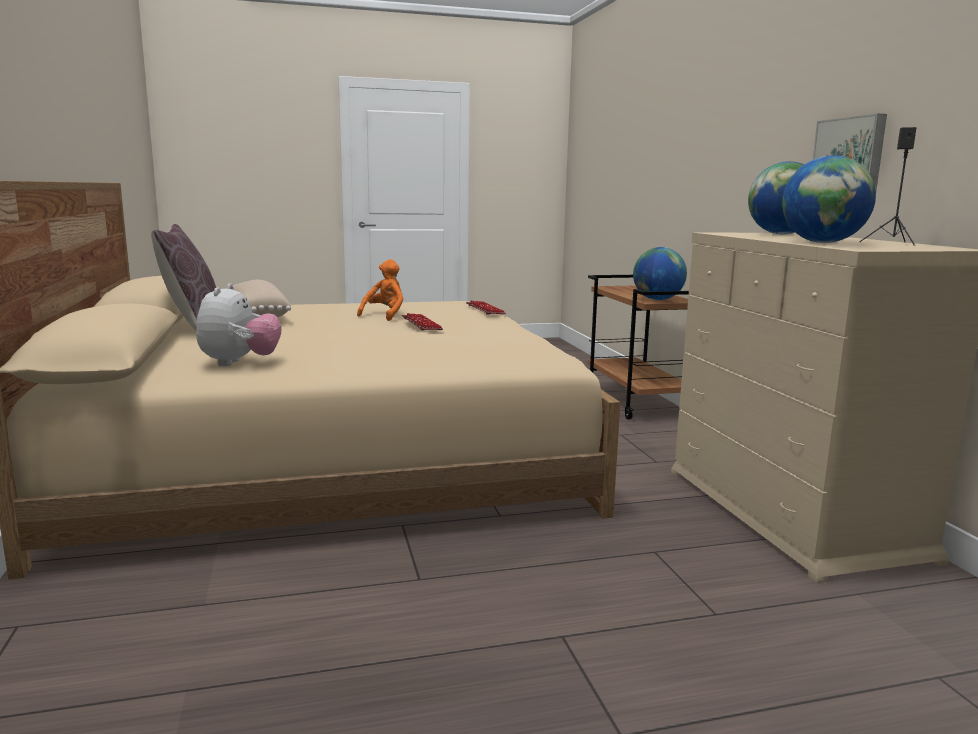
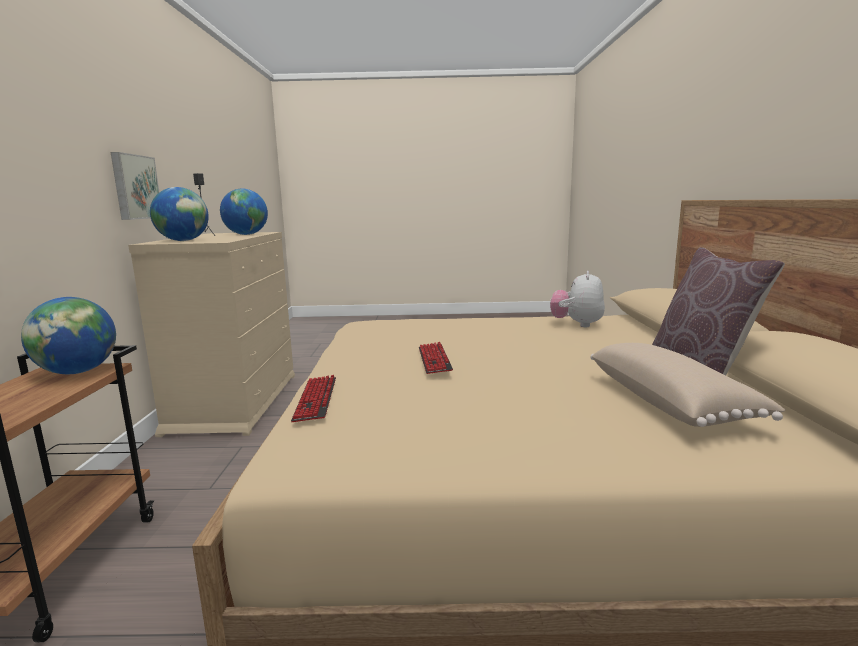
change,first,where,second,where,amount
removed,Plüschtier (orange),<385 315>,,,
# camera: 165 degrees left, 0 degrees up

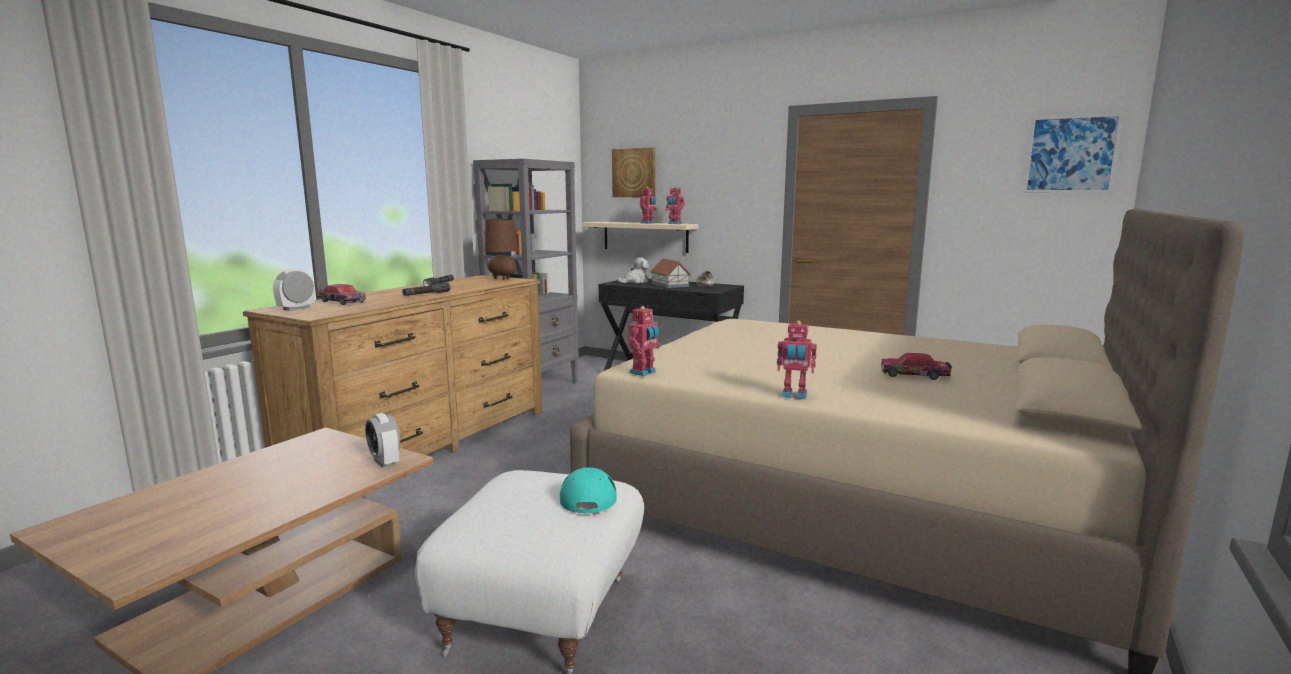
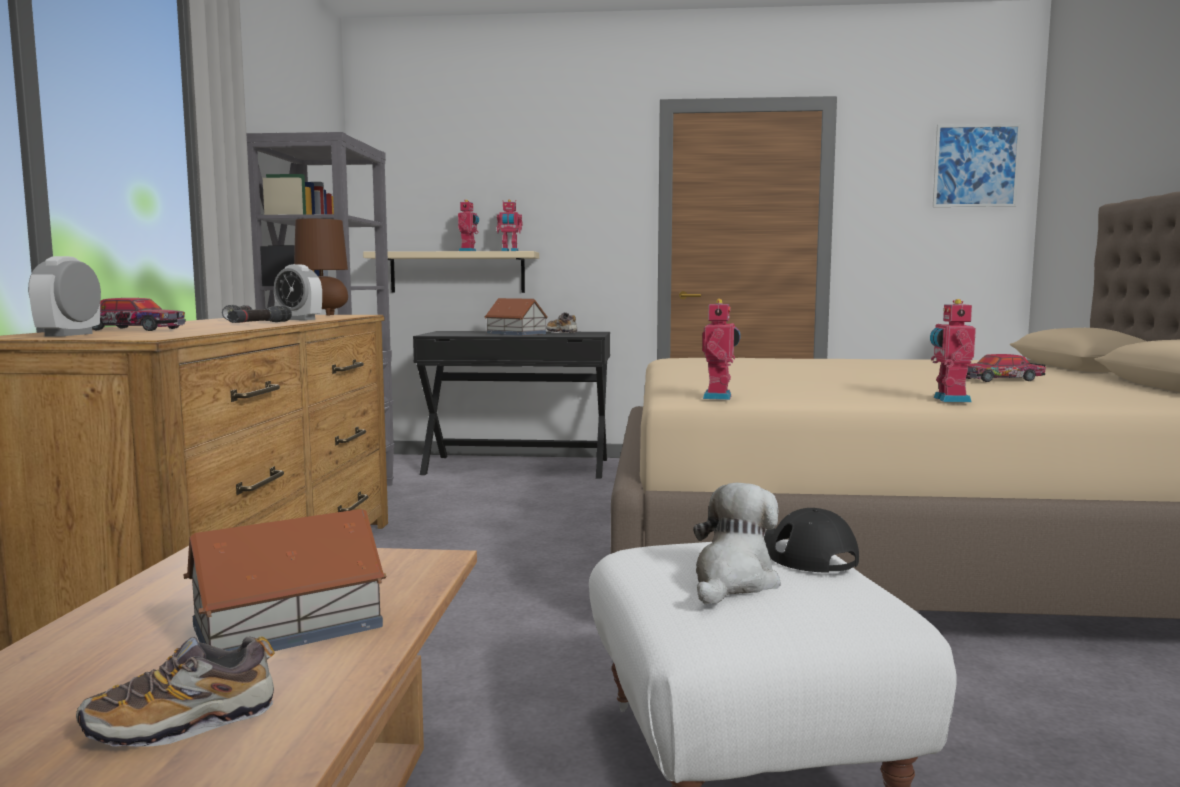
change,first,where,second,where,amount
added,,,Schuh,<183 723>,
added,,,Spielzeughaus,<290 626>,
moved,Wecker,<385 462>,,<299 319>,
moved,Plüschtier,<635 282>,,<733 582>,
recoloured,Kappe (türkis),<588 495>,Kappe (schwarz),<801 553>,
turned,Spielzeugroboter,<794 396>,,<949 399>,105 degrees clockwise
removed,Bild,<634 173>,,,
# camera: 25 degrees left, 5 degrees down

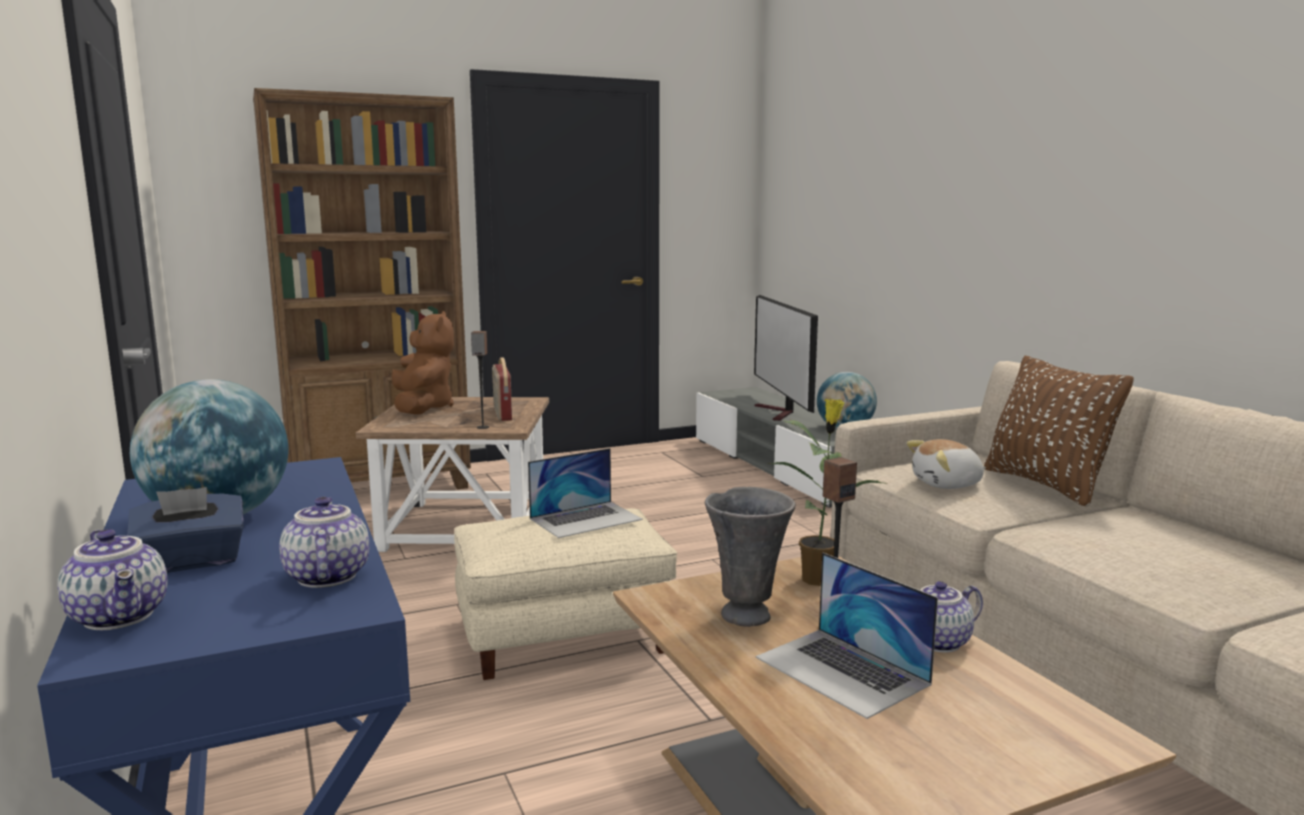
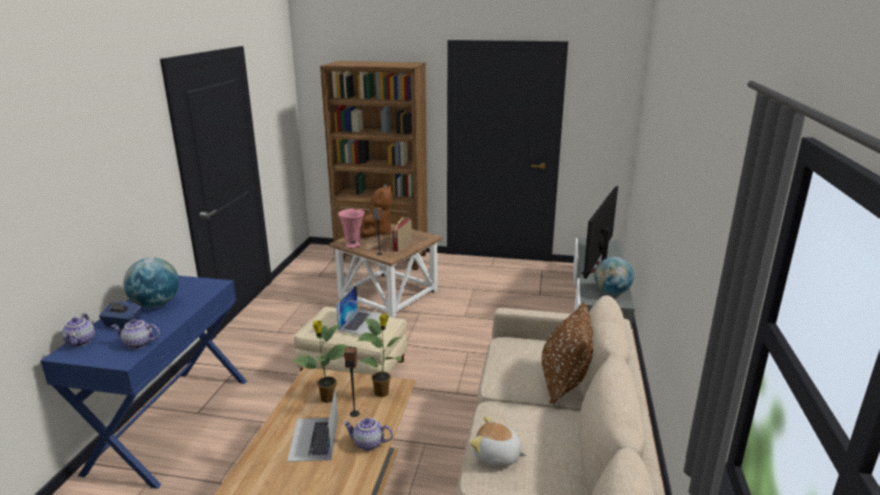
change,first,where,second,where,amount
turned,Teekanne,<325 576>,,<138 344>,105 degrees counterclockwise
replaced,Vase (grau),<747 615>,Topfpflanze,<327 399>,
turned,Laptop,<586 519>,,<361 322>,75 degrees counterclockwise
added,,,Vase (rosa),<353 245>,
moved,Plüschtier,<947 484>,,<497 456>,
# camera: 35 degrees right, 10 degrees up

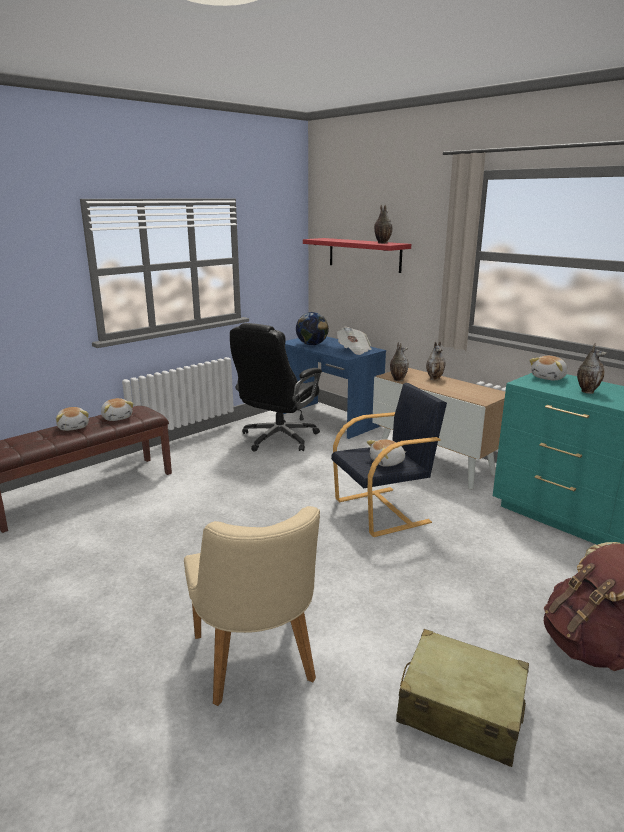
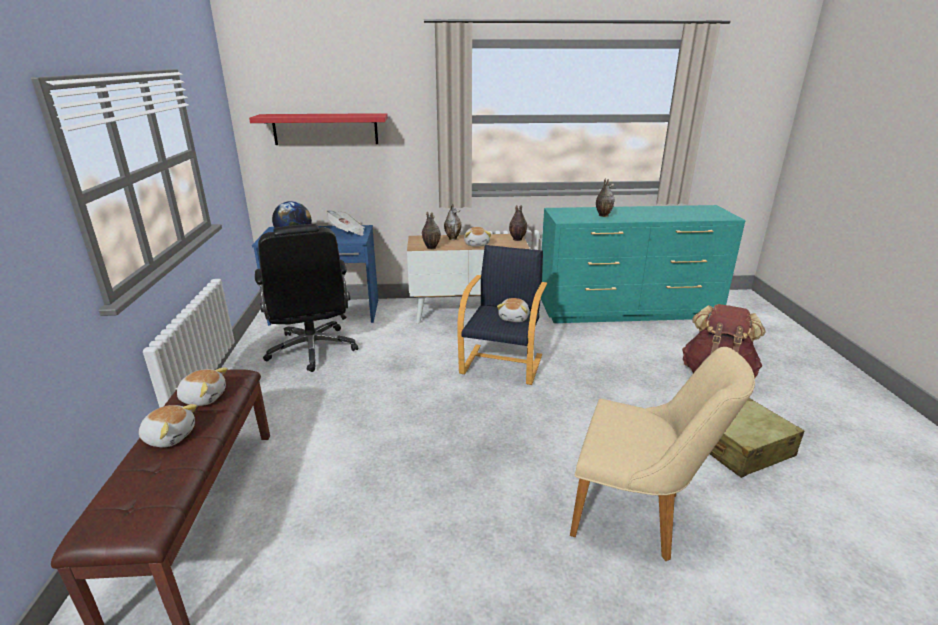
change,first,where,second,where,amount
moved,Plüschtier,<549 378>,,<477 244>,
moved,Vase,<381 243>,,<517 239>,
# camera: 50 degrees left, 5 degrees up

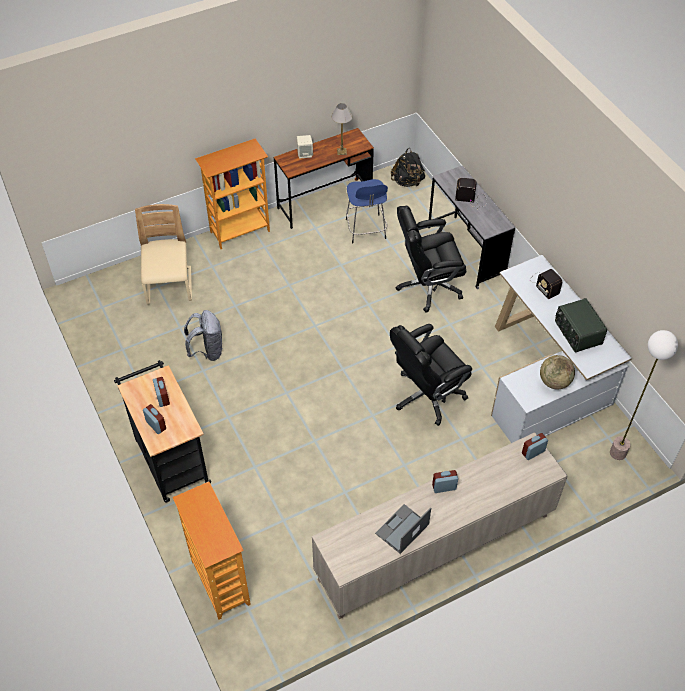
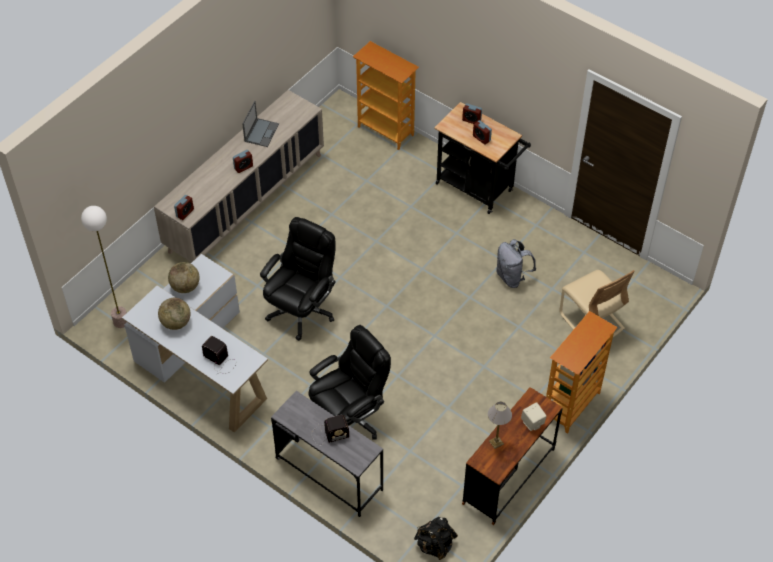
change,first,where,second,where,amount
replaced,Radio,<577 333>,Globus,<176 323>,
removed,Hocker (blau),<366 230>,,,
# camera: 155 degrees right, 0 degrees up

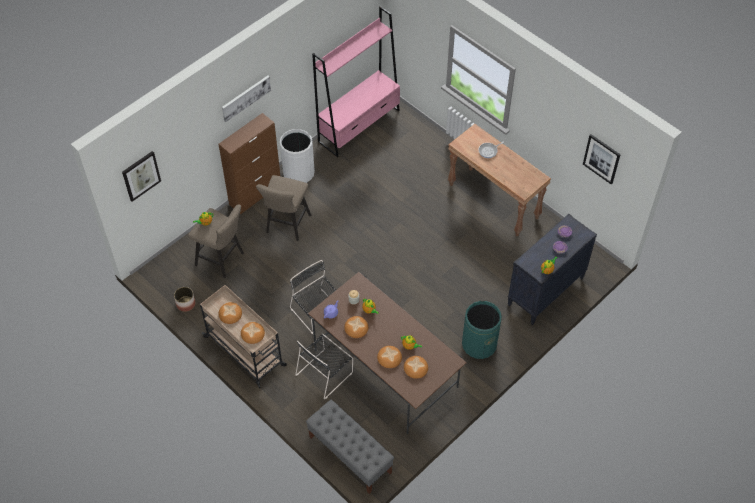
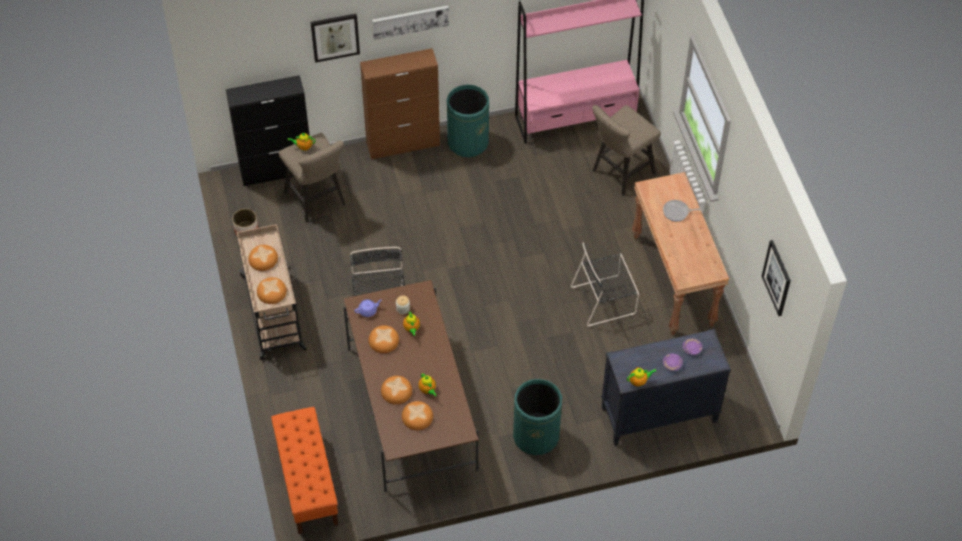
change,first,where,second,where,amount
added,,,Schrank (schwarz),<277 170>,
recoloured,Bank (grau),<350 455>,Bank (orange),<307 481>,
moved,Bild,<141 175>,,<335 37>,
recoloured,Mülleimer (weiß),<298 173>,Mülleimer (grün),<468 142>,
moved,Stuhl (schwarz),<325 372>,,<605 300>,
moved,Hocker (beige),<286 226>,,<620 174>,
# camera: 30 degrees right, 0 degrees up

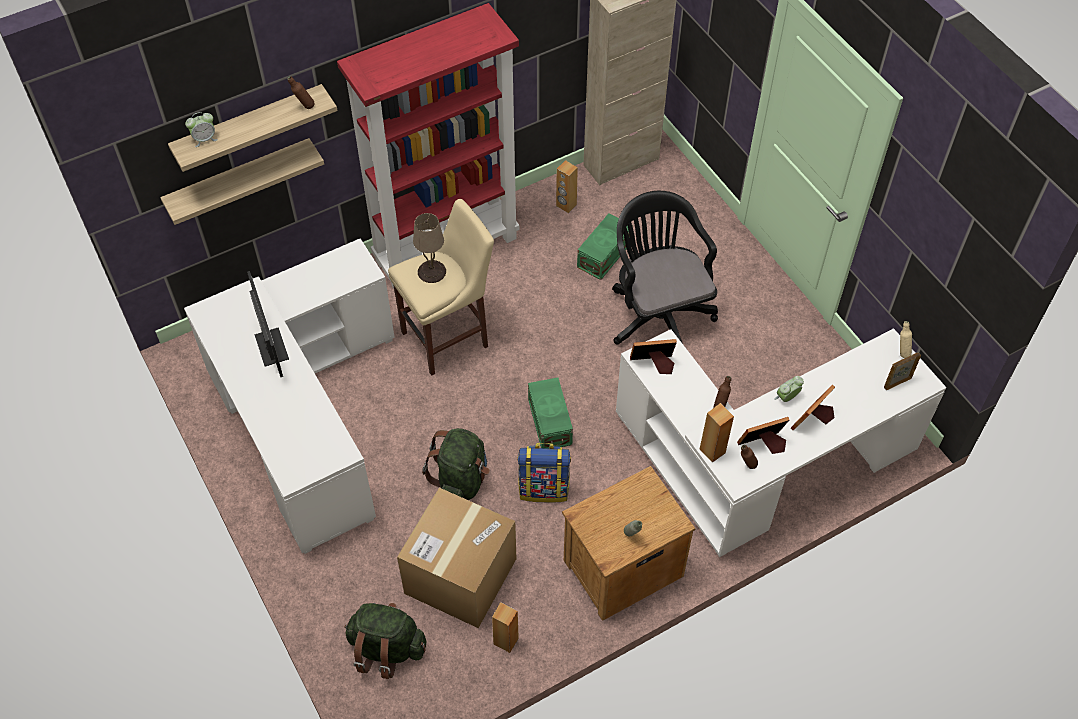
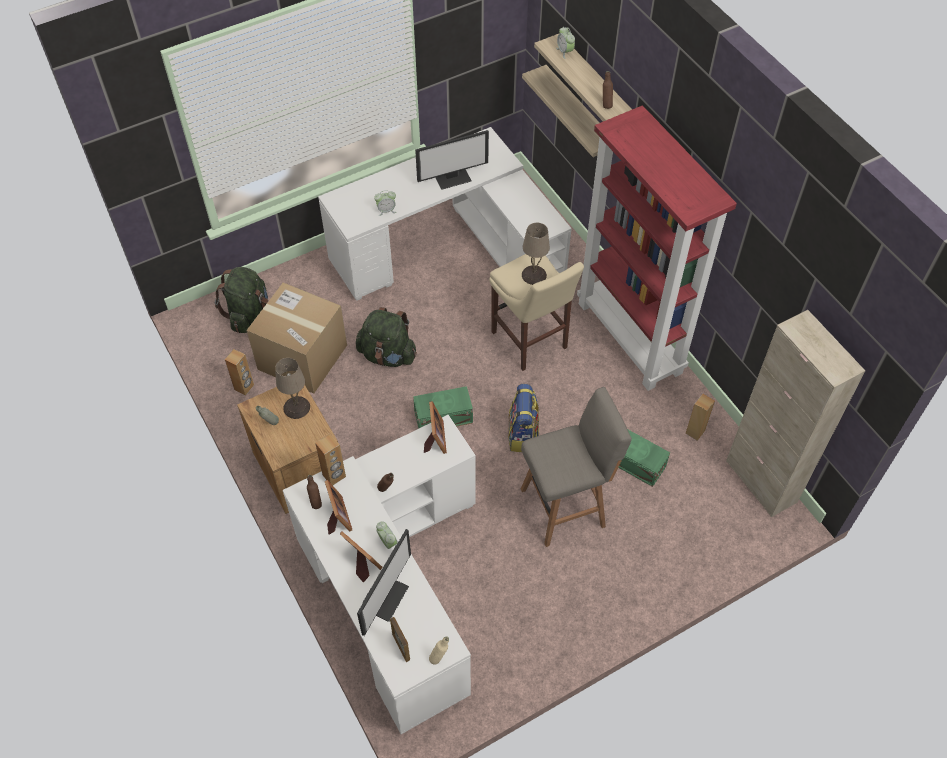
change,first,where,second,where,amount
added,,,Tischlampe (beige),<296 407>,
added,,,Monitor,<387 597>,
added,,,Wecker,<386 210>,
moved,Rucksack,<544 488>,,<523 435>,
replaced,Bürostuhl (schwarz),<657 313>,Hocker (grau),<565 506>,
# camera: 90 degrees right, 0 degrees up

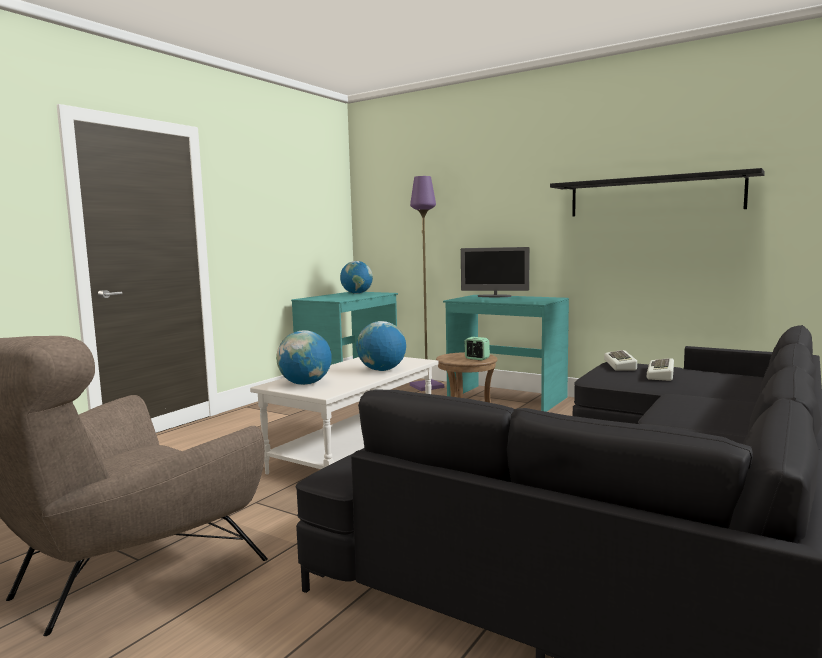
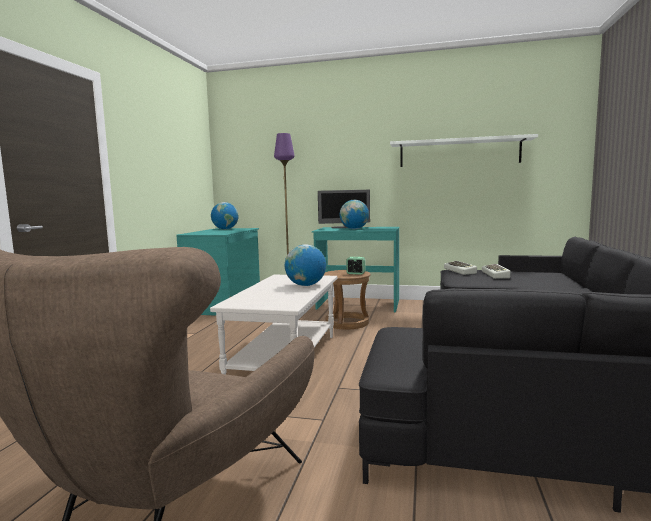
change,first,where,second,where,amount
moved,Globus,<305 384>,,<354 229>,
recoloured,Wandregal (schwarz),<653 196>,Wandregal (weiß),<459 153>,
# camera: 20 degrees left, 0 degrees up

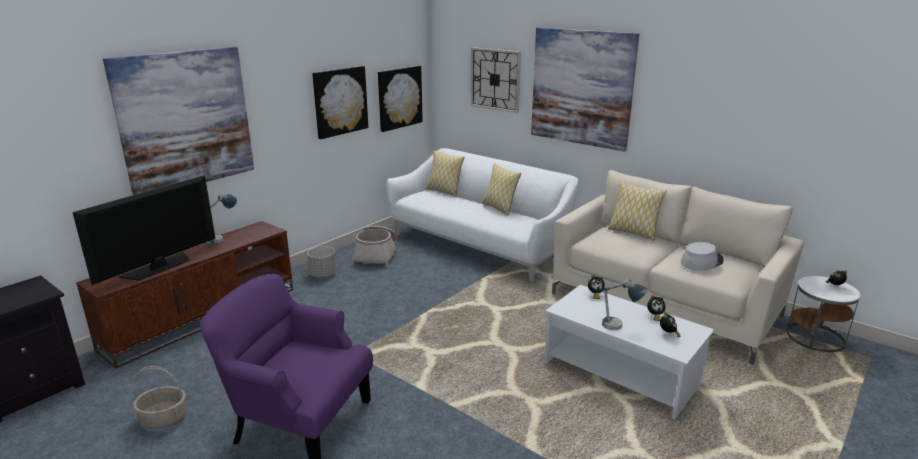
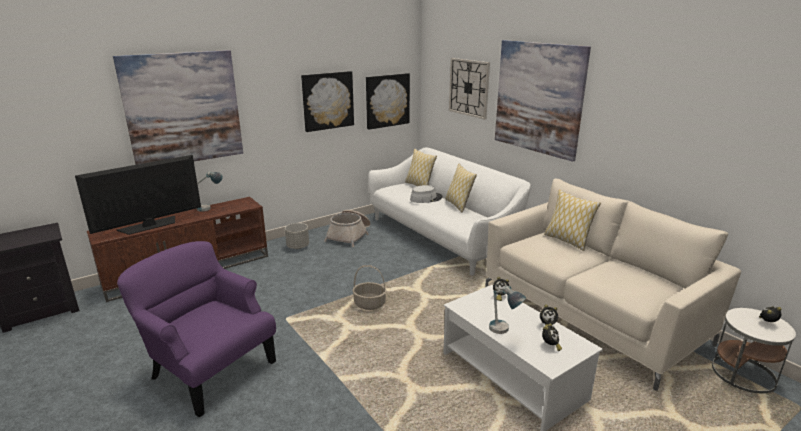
change,first,where,second,where,amount
moved,Korb,<164 418>,,<370 304>,
moved,Hut (grau),<701 261>,,<426 198>,
# camera: 15 degrees right, 0 degrees up

